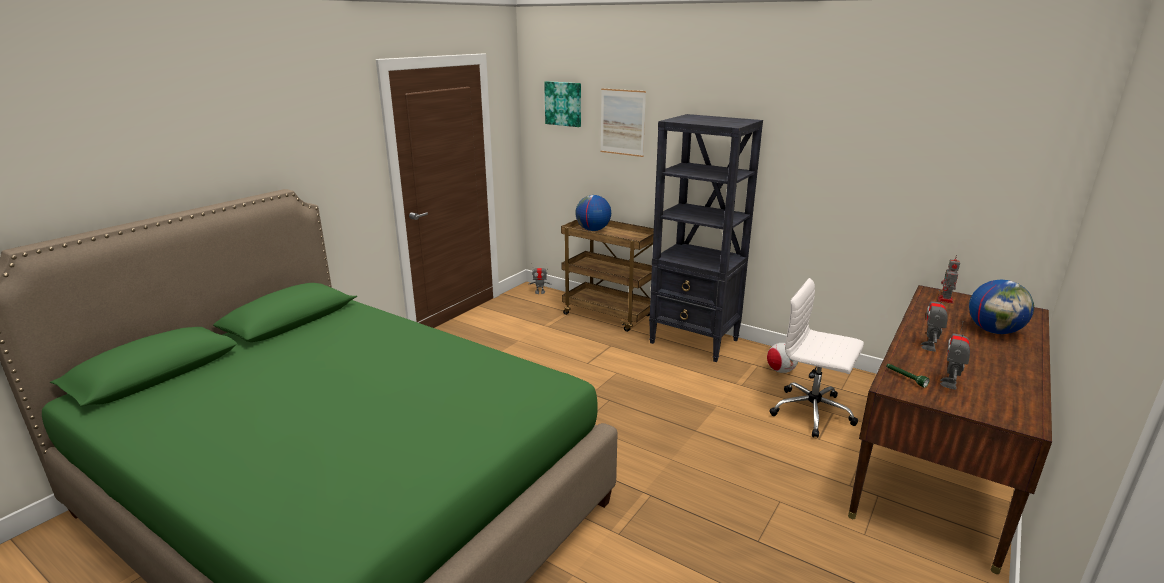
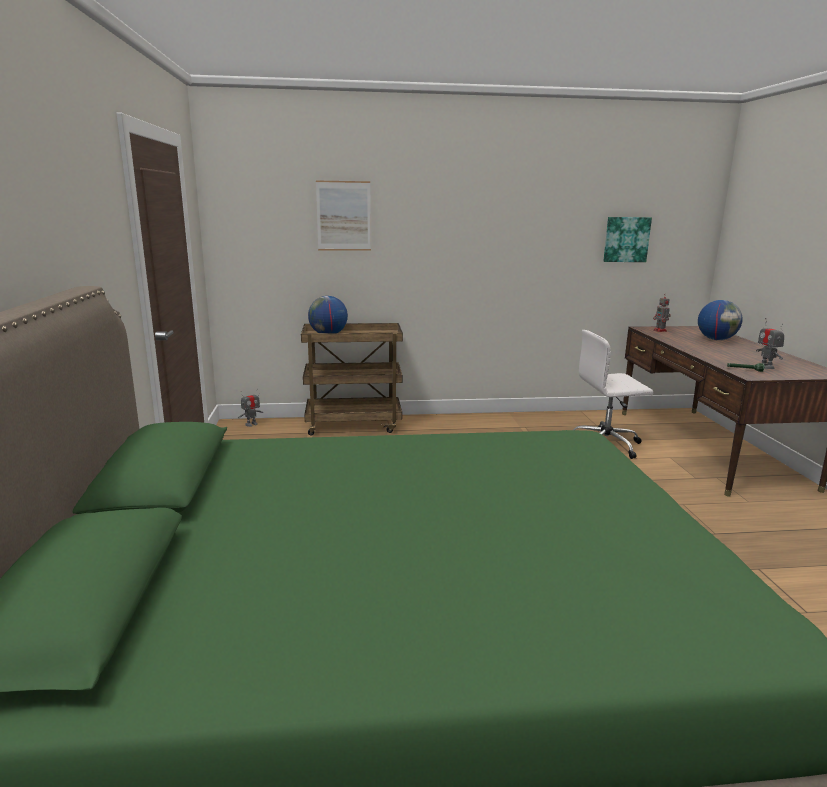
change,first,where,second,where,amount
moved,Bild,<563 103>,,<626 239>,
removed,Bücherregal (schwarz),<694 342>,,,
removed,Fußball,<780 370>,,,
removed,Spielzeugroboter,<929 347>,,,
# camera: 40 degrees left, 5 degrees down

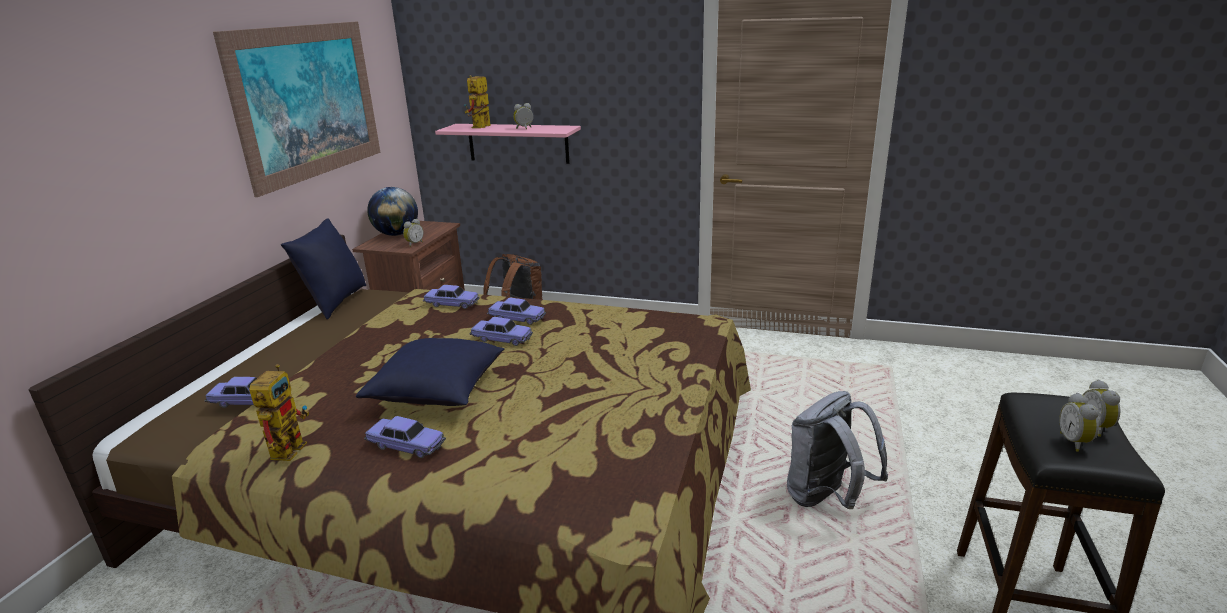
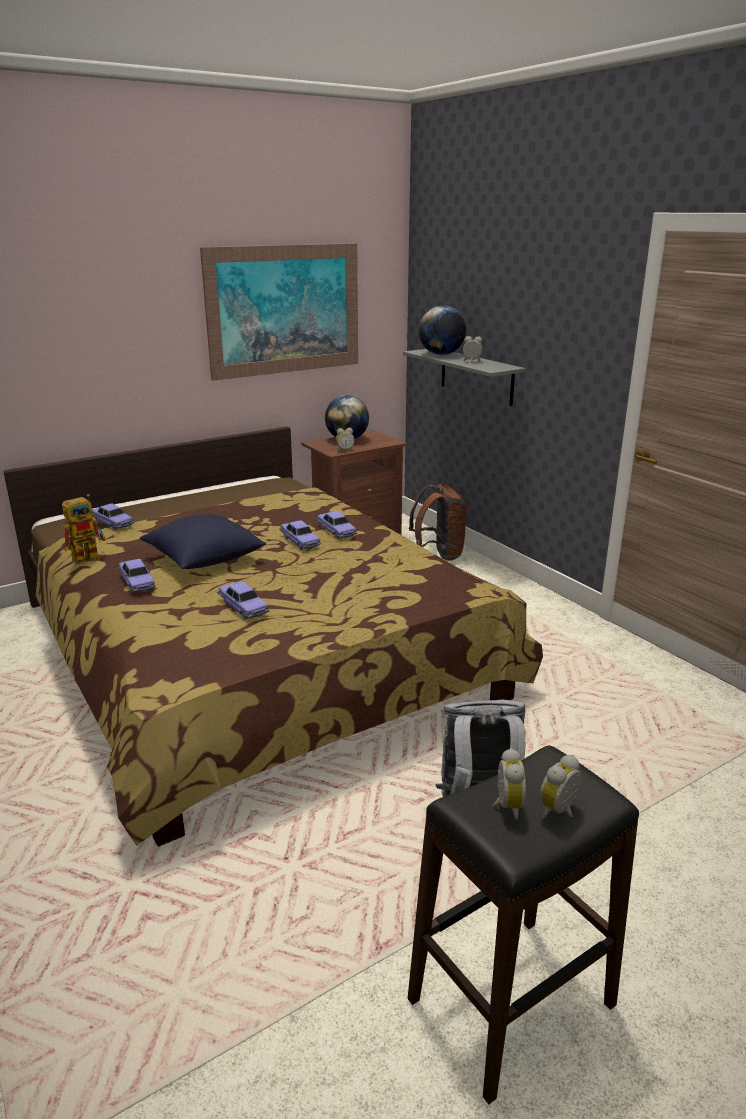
change,first,where,second,where,amount
moved,Spielzeugauto,<452 304>,,<243 607>,
recoloured,Wandregal (rosa),<518 143>,Wandregal (grau),<476 376>,
replaced,Spielzeugroboter,<480 127>,Globus,<441 354>,
turned,Wecker,<1075 442>,,<506 806>,135 degrees clockwise
removed,Kissen (blau),<335 302>,,,
# camera: 40 degrees right, 0 degrees up

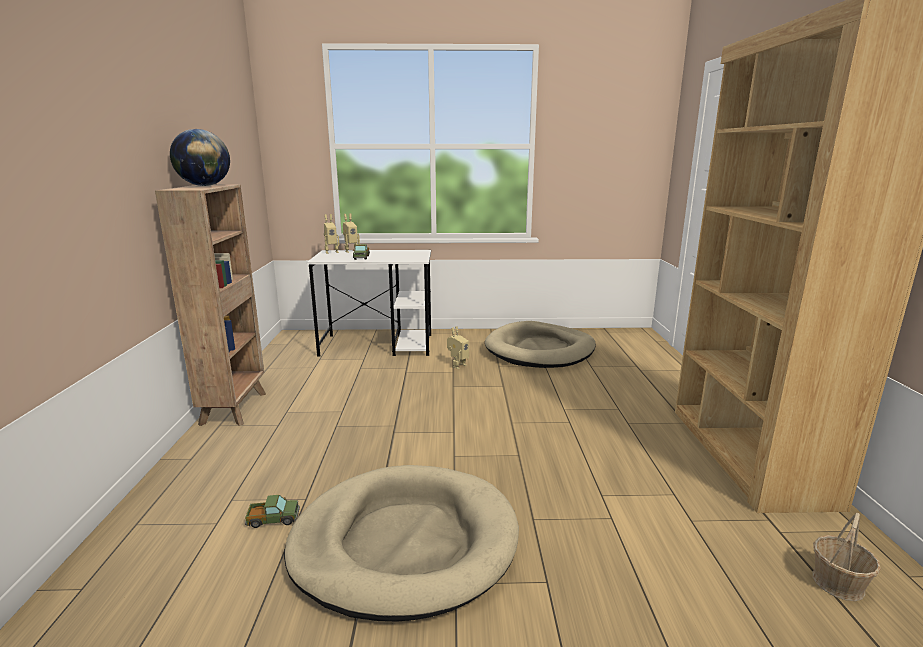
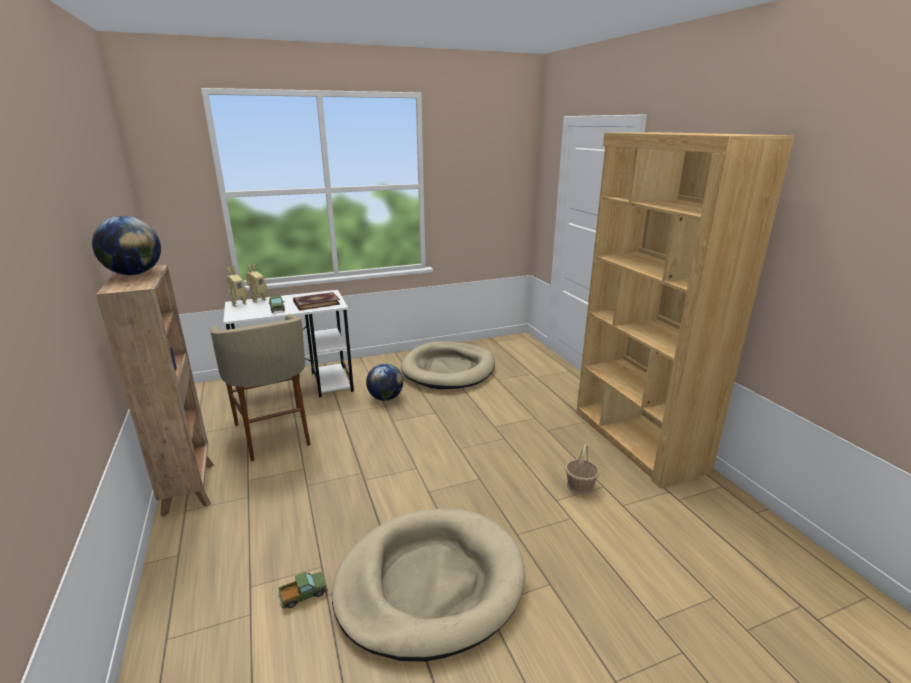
change,first,where,second,where,amount
added,,,Hocker (beige),<274 434>,
added,,,Buch,<316 302>,
replaced,Spielzeugroboter,<457 365>,Globus,<385 398>,
moved,Korb,<838 583>,,<580 486>,
# camera: 20 degrees left, 5 degrees up

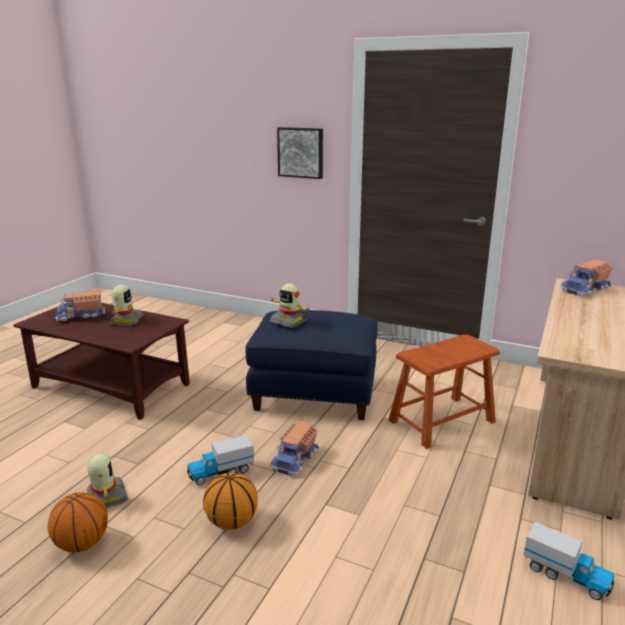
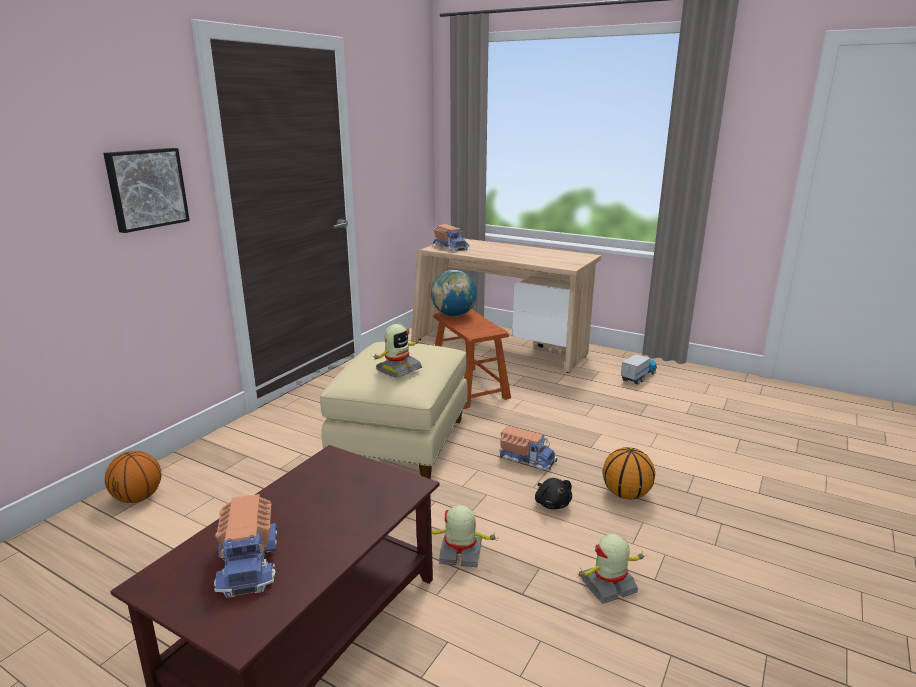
change,first,where,second,where,amount
moved,Basketball,<82 543>,,<138 498>,
recoloured,Polsterhocker (blau),<315 393>,Polsterhocker (beige),<400 442>,
added,,,Globus,<454 315>,
moved,Spielzeugroboter,<125 320>,,<460 554>,
replaced,Spielzeuglaster,<220 472>,Plüschtier (schwarz),<552 503>,
# camera: 85 degrees left, 0 degrees up

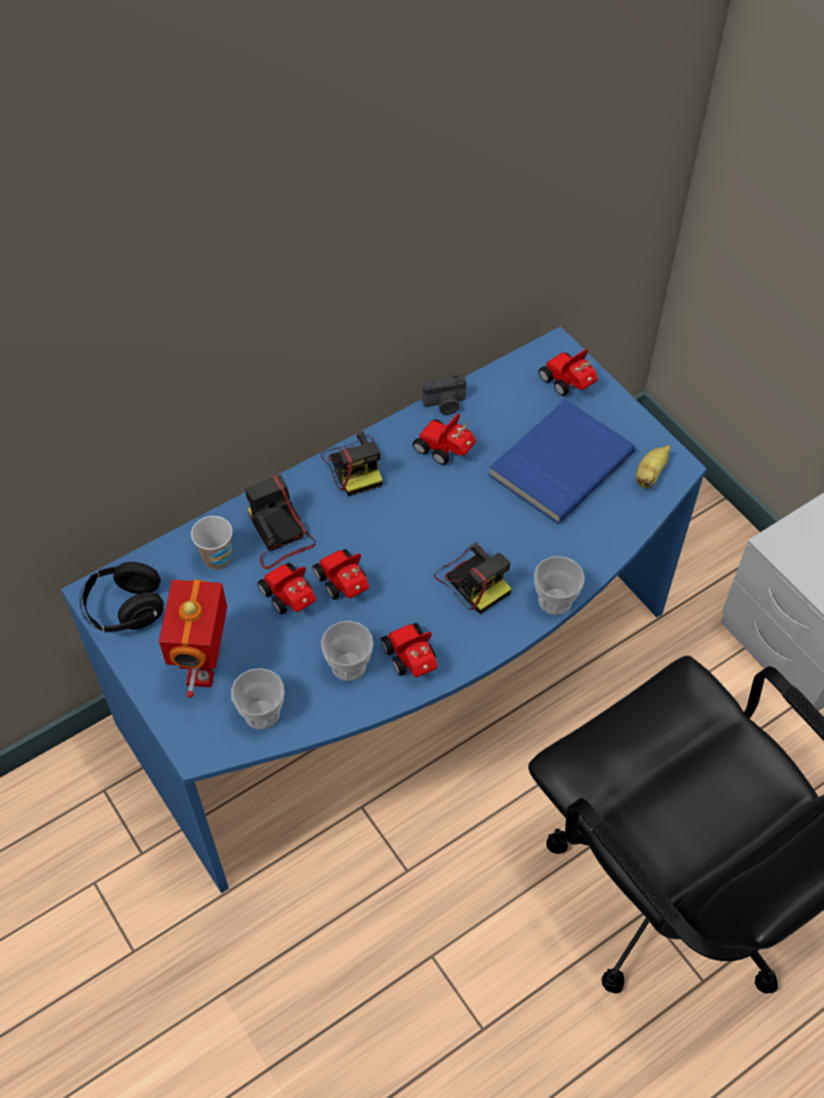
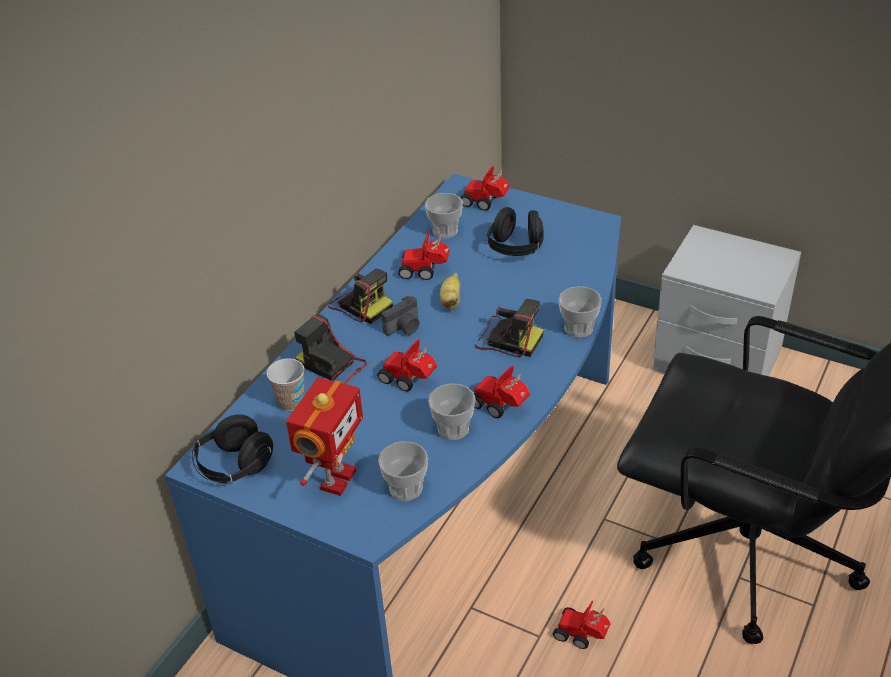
change,first,where,second,where,amount
turned,Spielzeugroboter,<205 669>,,<335 479>,135 degrees counterclockwise
moved,Kamera,<445 405>,,<404 328>,
added,,,Tasse,<445 231>,
moved,Banane,<650 474>,,<451 301>,
replaced,Buch (blau),<559 463>,Kopfhörer (schwarz),<516 249>,
moved,Spielzeugauto,<291 599>,,<582 635>,
# camera: 25 degrees left, 15 degrees down

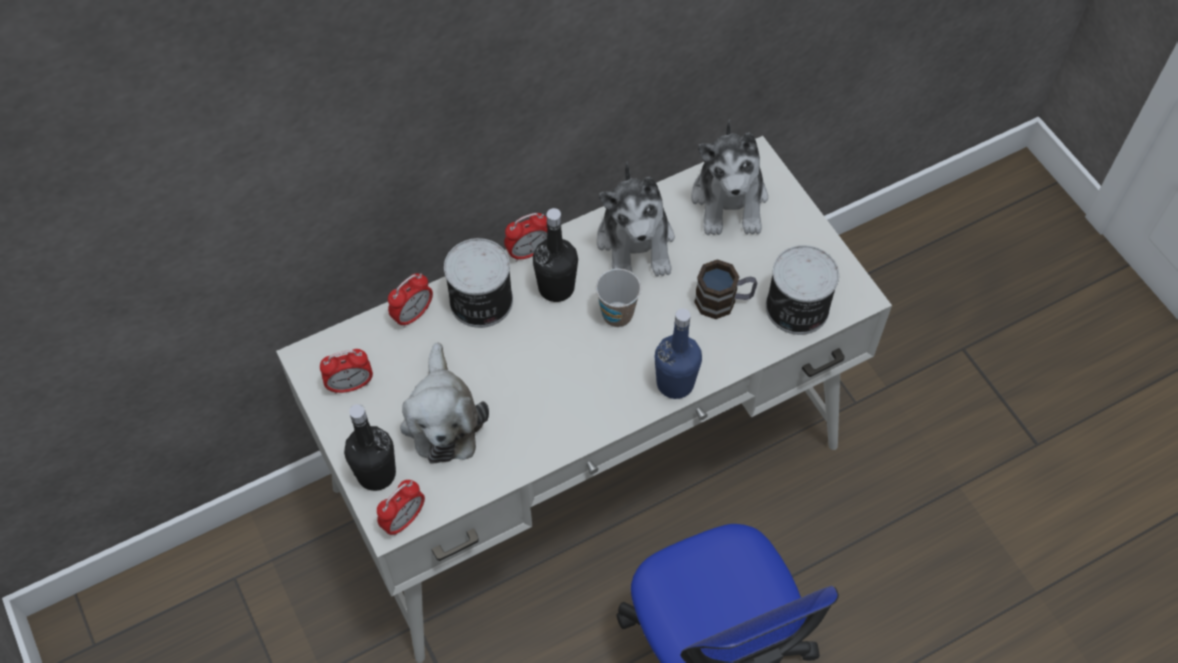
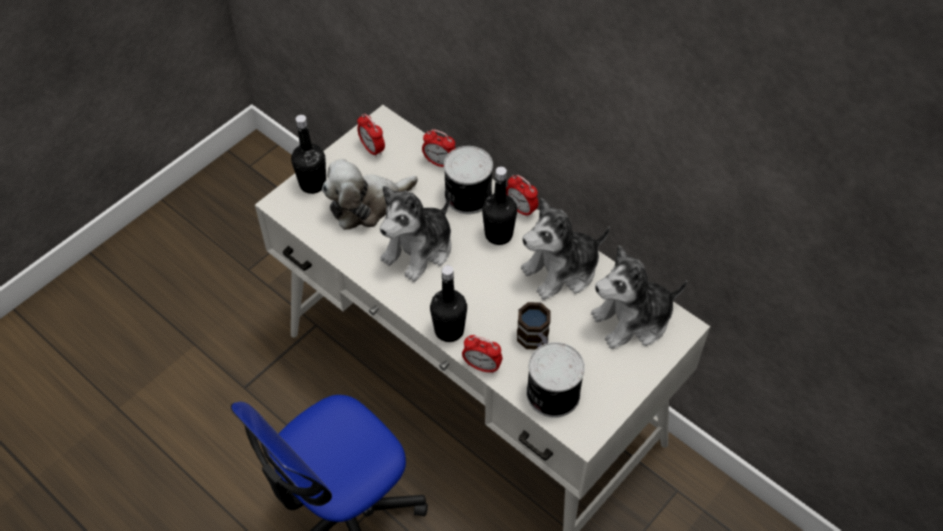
change,first,where,second,where,amount
added,,,Plüschtier,<419 249>,
recoloured,Flasche (blau),<675 383>,Flasche (schwarz),<449 330>,
moved,Wecker,<404 520>,,<482 366>,
removed,Tasse,<617 314>,,,
# camera: 70 degrees right, 5 degrees down

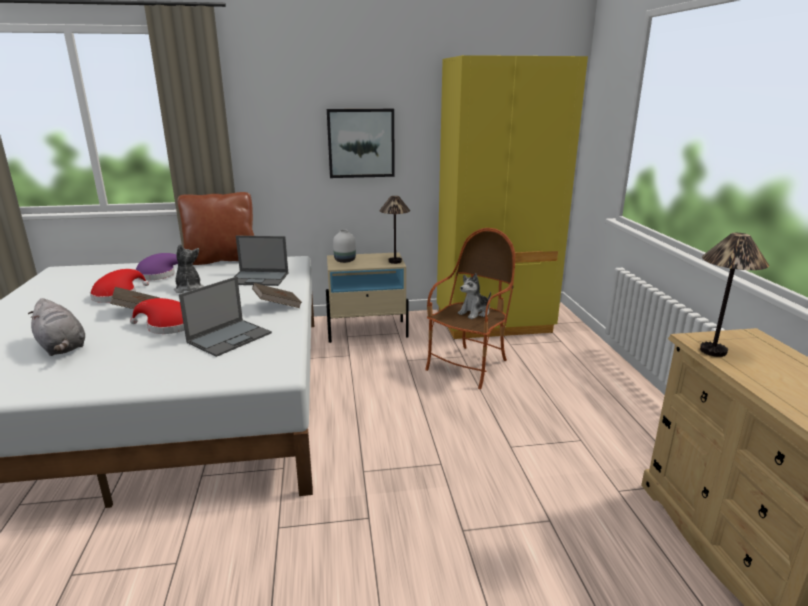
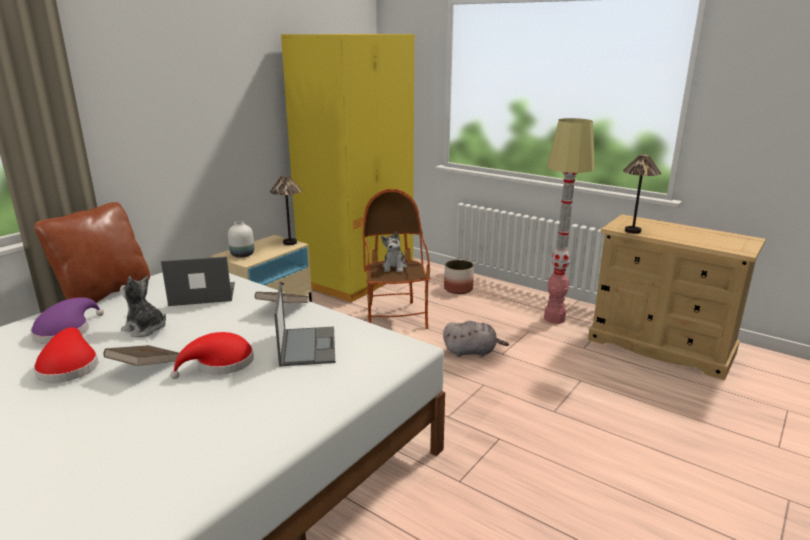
change,first,where,second,where,amount
turned,Laptop,<259 278>,,<201 294>,150 degrees counterclockwise
moved,Plüschtier (grau),<62 348>,,<472 352>,
added,,,Pflanzkübel,<458 289>,
added,,,Stehlampe,<554 319>,
removed,Bild,<361 143>,,,
# camera: 45 degrees left, 0 degrees up

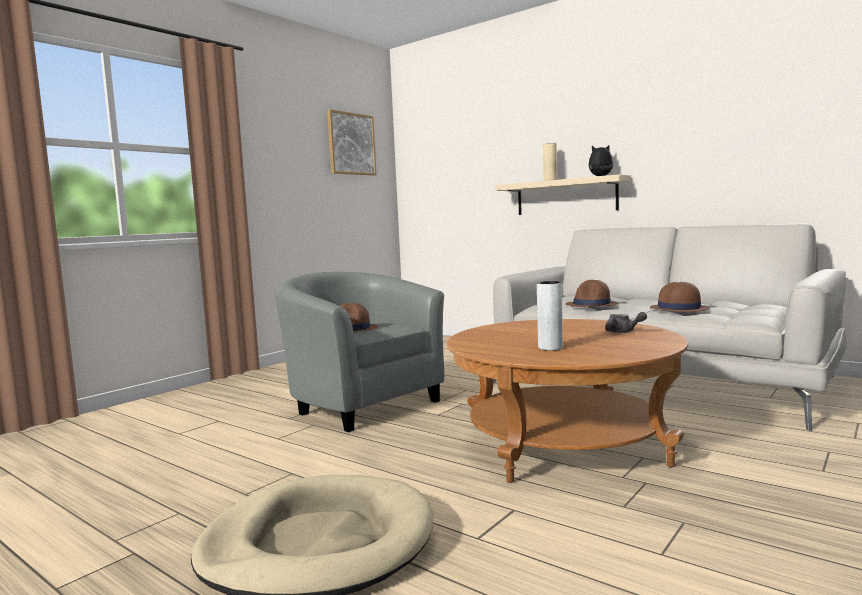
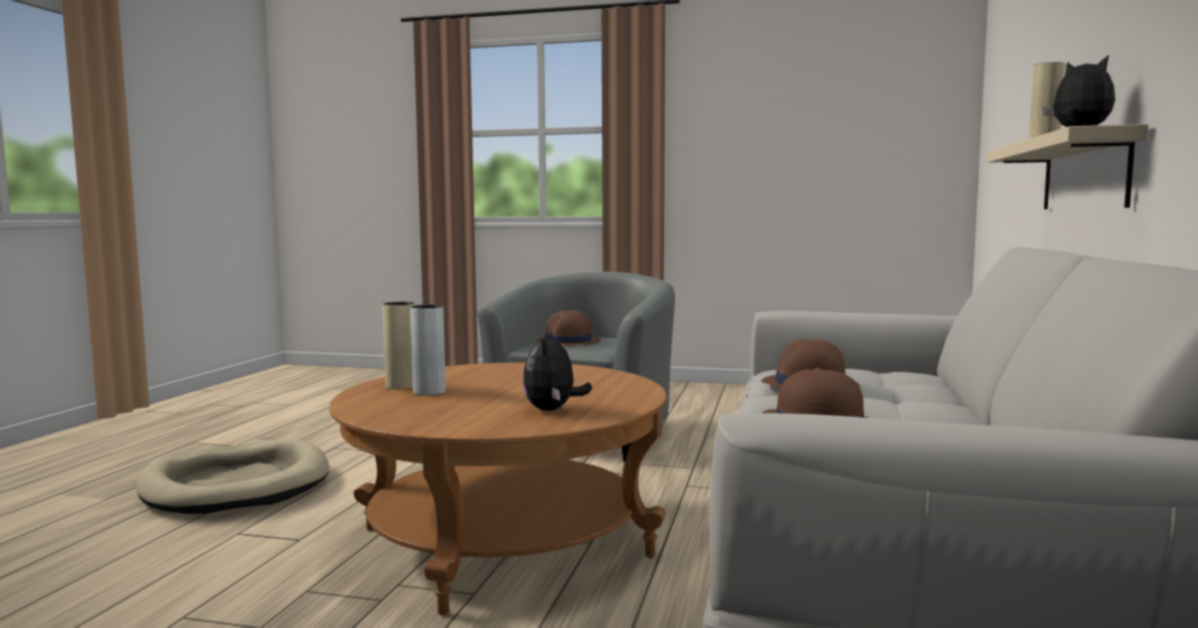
change,first,where,second,where,amount
added,,,Vase (beige),<401 386>,
replaced,Teekanne (grau),<623 332>,Plüschtier,<553 410>,
removed,Bild,<351 144>,,,
# camera: 65 degrees right, 0 degrees up

